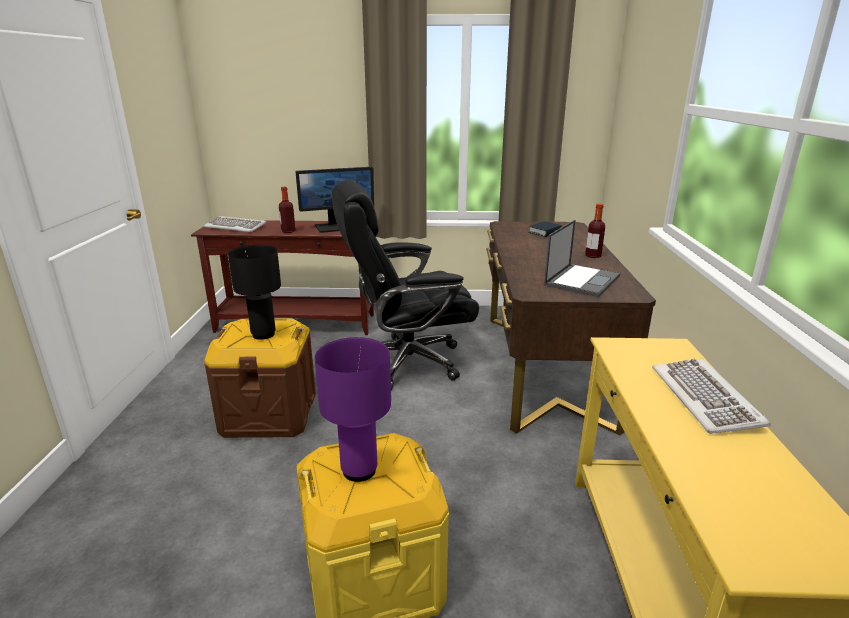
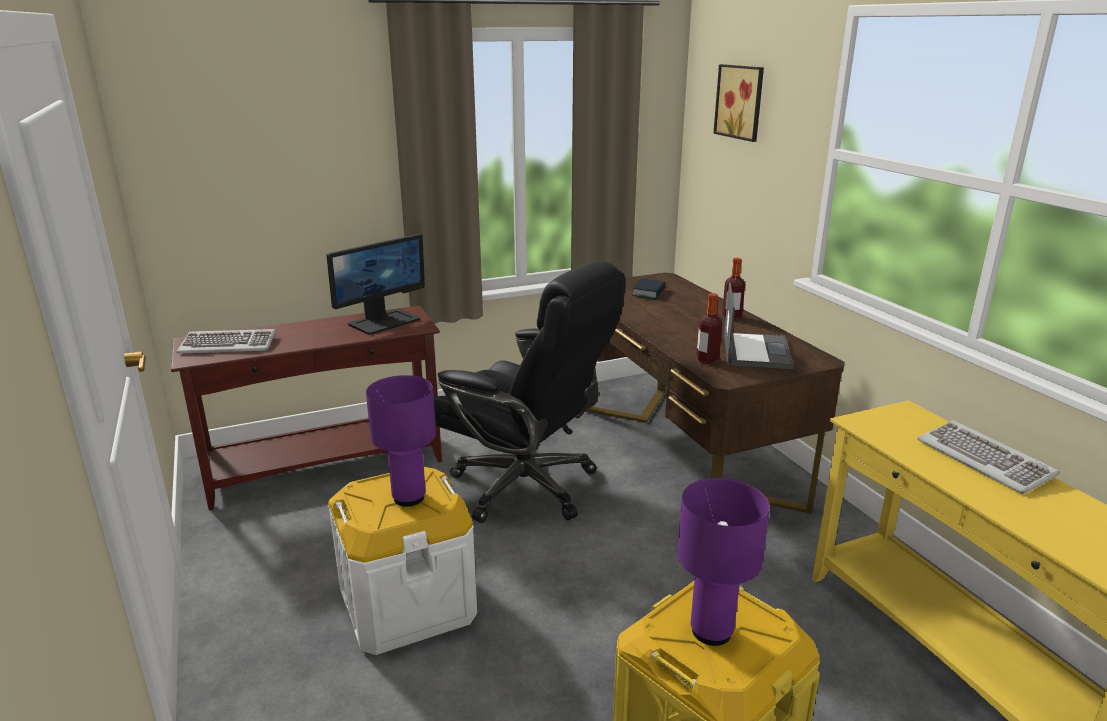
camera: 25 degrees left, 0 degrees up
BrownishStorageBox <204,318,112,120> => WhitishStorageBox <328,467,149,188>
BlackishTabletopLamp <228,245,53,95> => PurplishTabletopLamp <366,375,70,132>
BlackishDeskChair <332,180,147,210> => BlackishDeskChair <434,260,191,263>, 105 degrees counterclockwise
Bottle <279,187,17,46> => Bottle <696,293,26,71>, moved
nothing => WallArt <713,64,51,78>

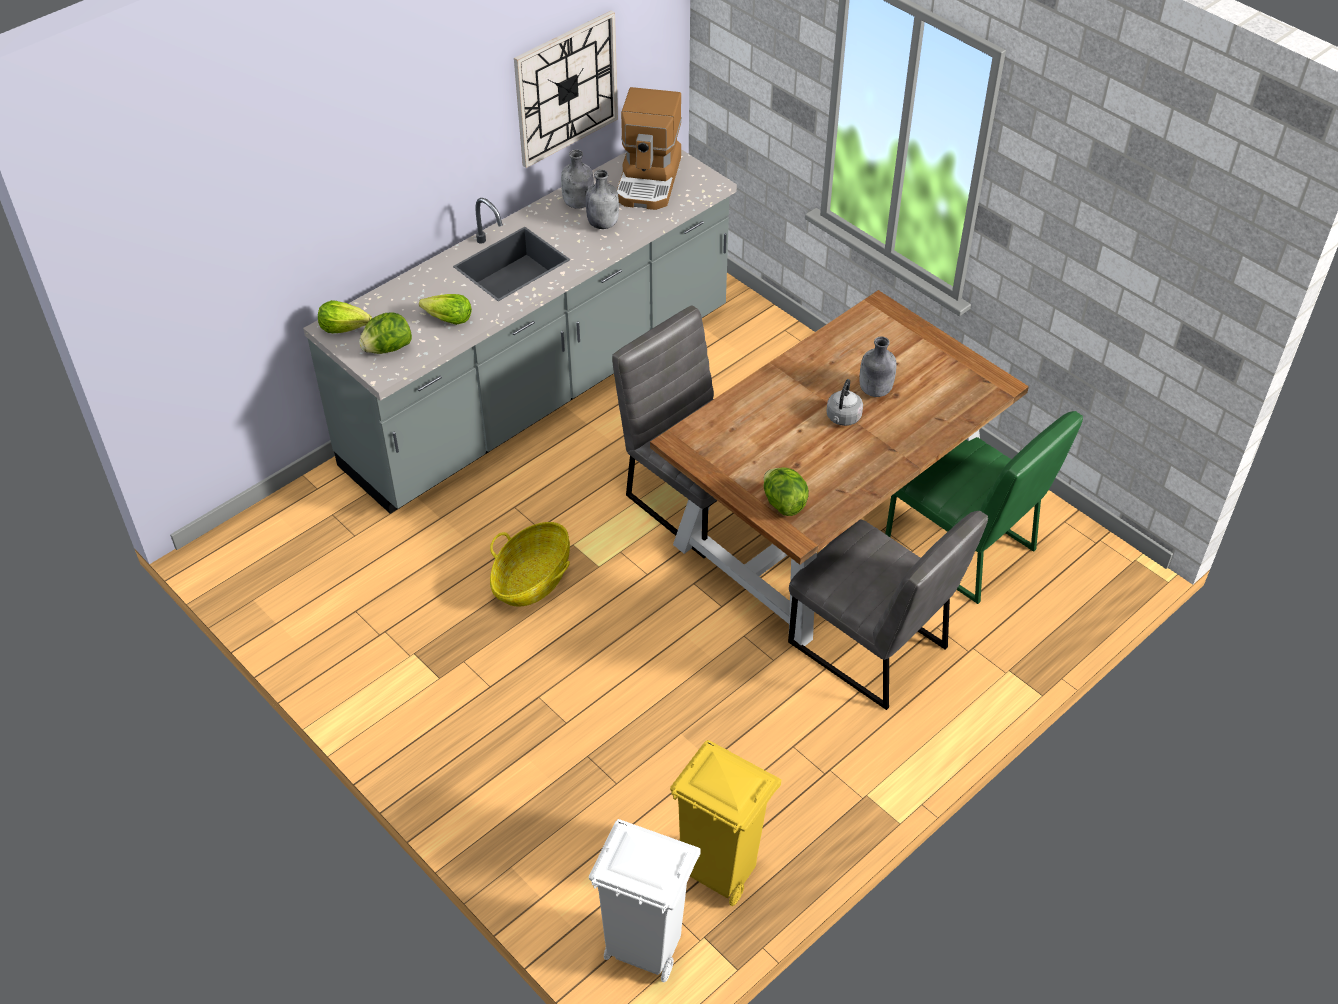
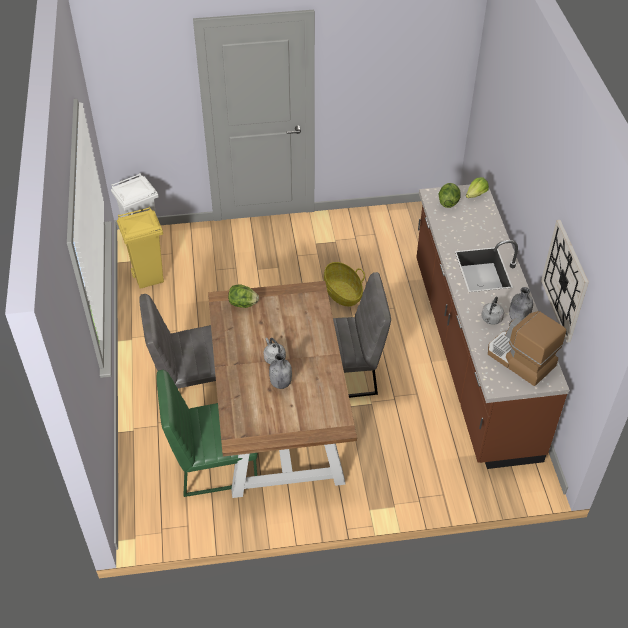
camera: 125 degrees right, 0 degrees up
GreyKitchenBaseUnit <303,149,434,365> => BrownishKitchenBaseUnit <416,184,153,285>
GreyBottle <586,170,33,59> => GreyWaterKettle <481,297,23,28>
LettuceHead <419,294,53,31> => nothing

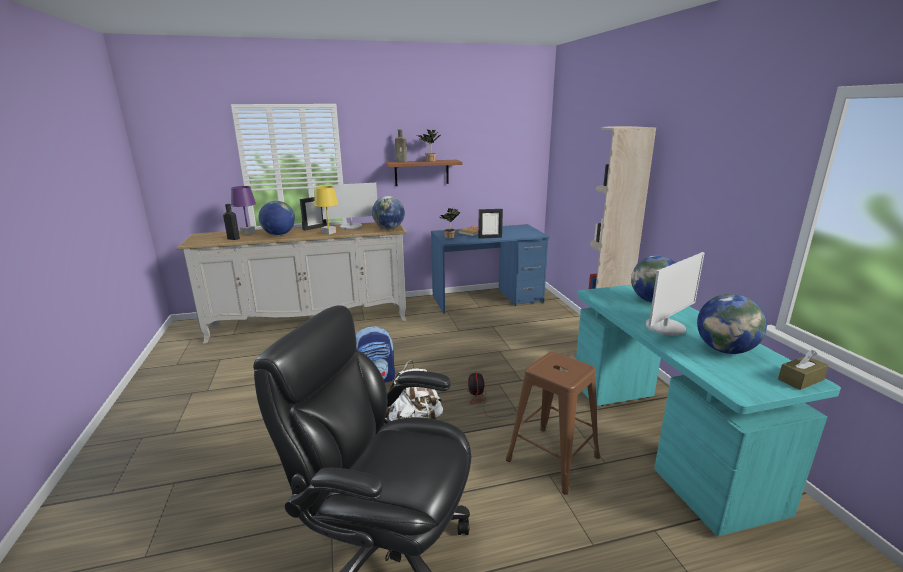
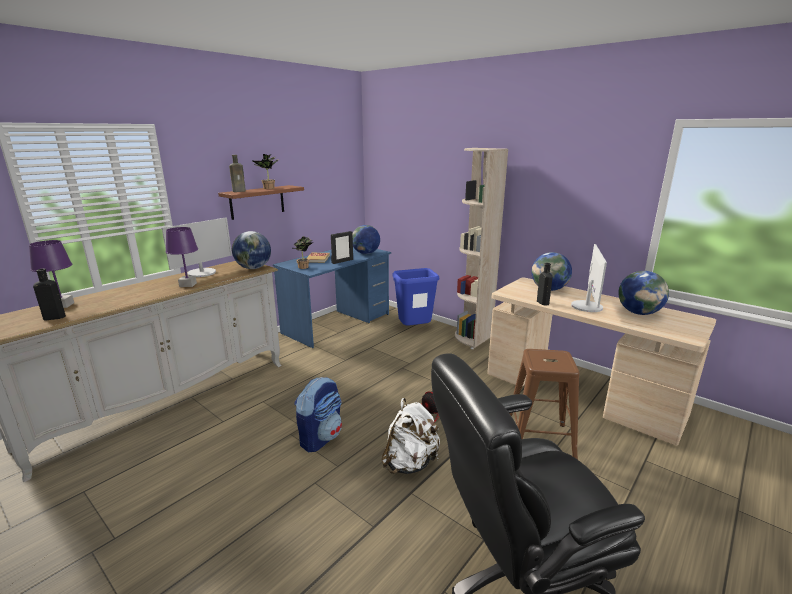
camera: 35 degrees left, 0 degrees up
YellowColouredTabletopLamp <314,186,24,49> => PurplishTabletopLamp <166,227,32,60>
Globe <258,201,37,34> => Globe <352,225,28,29>, moved
nothing => BlueTrashCan <392,268,47,58>
TurquoiseColouredDeskTable <576,285,265,251> => BeigeDeskTable <487,277,229,169>
nothing => BlackishBottle <537,263,16,43>
PictureFrame <300,197,27,34> => nothing
BrownishTissueHolder <778,350,51,40> => nothing

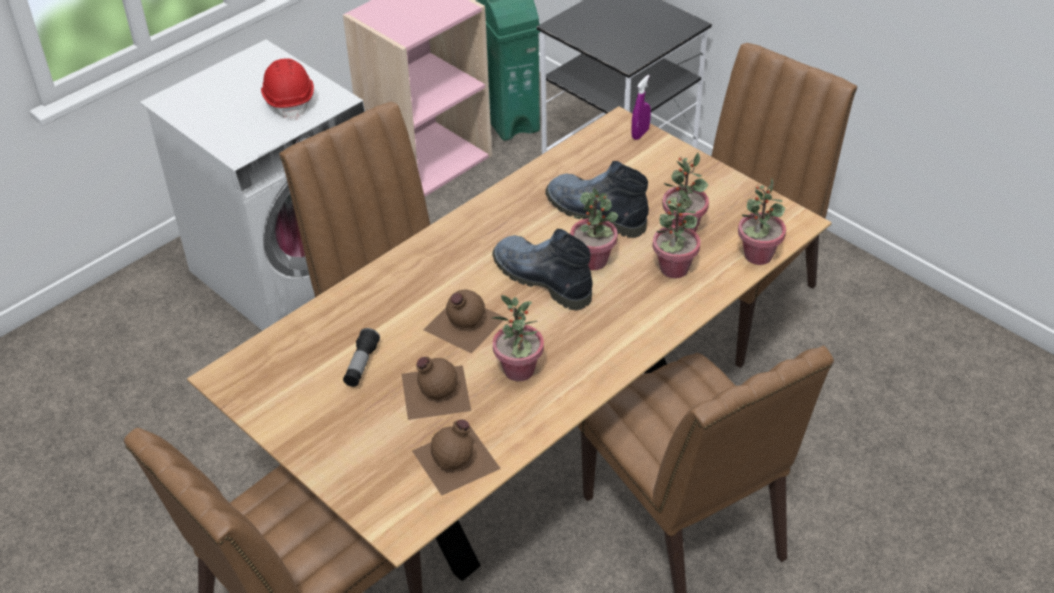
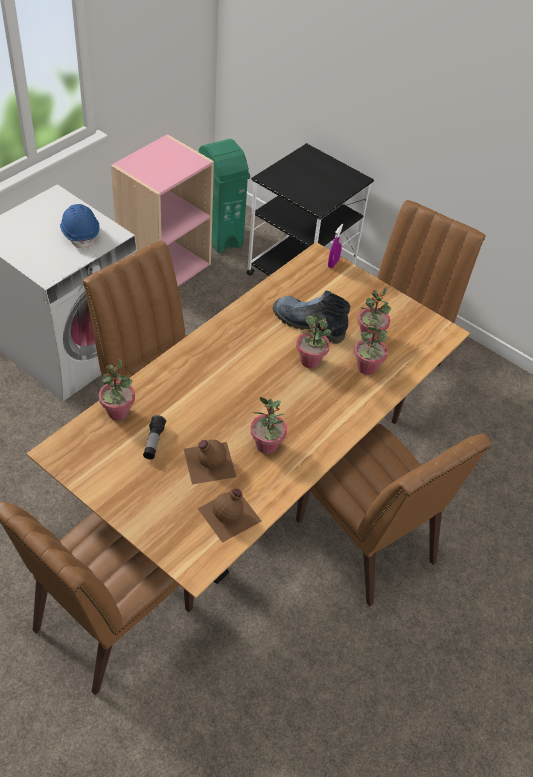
camera: 10 degrees left, 5 degrees up
RedHardHat <261,58,53,61> => BlueHardHat <60,204,40,46>
Houseplant <738,178,48,87> => Houseplant <99,359,36,62>, moved
BrownishBottle <423,289,83,65> => nothing
HighTopBoot <492,229,101,82> => nothing

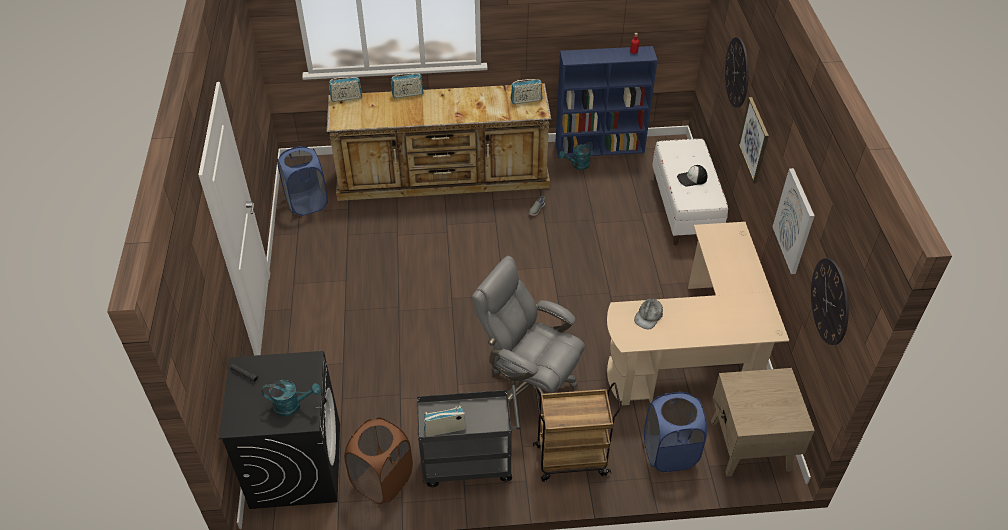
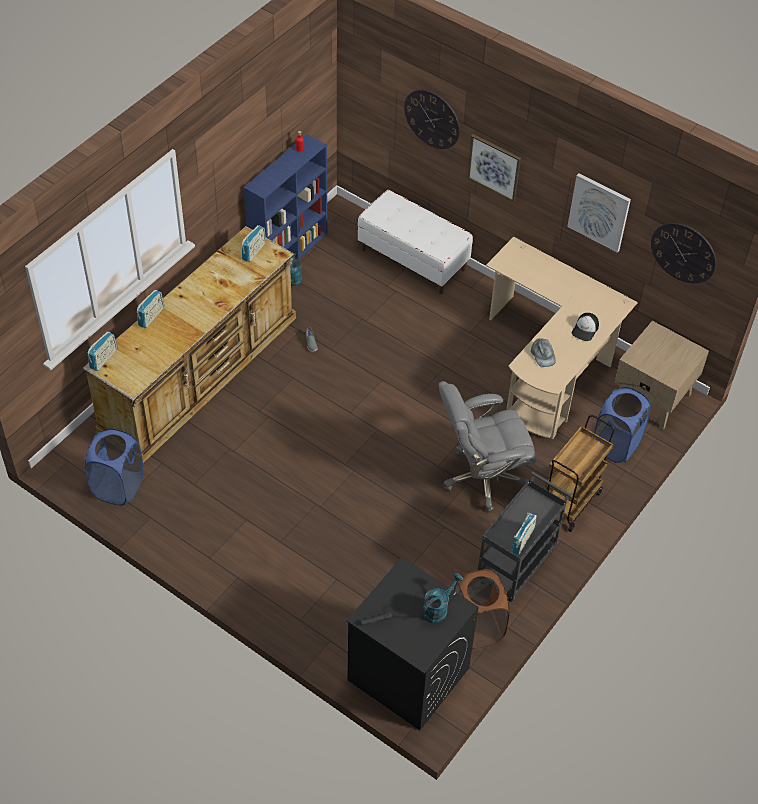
camera: 50 degrees left, 5 degrees up
Cap <677,165,30,22> => Cap <572,313,27,28>, moved

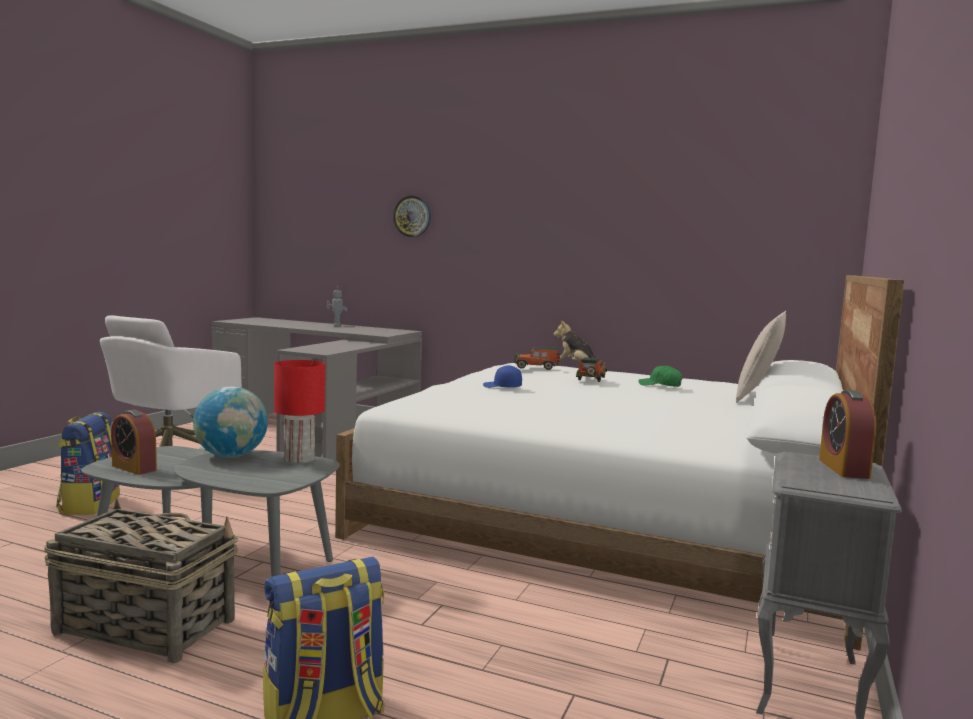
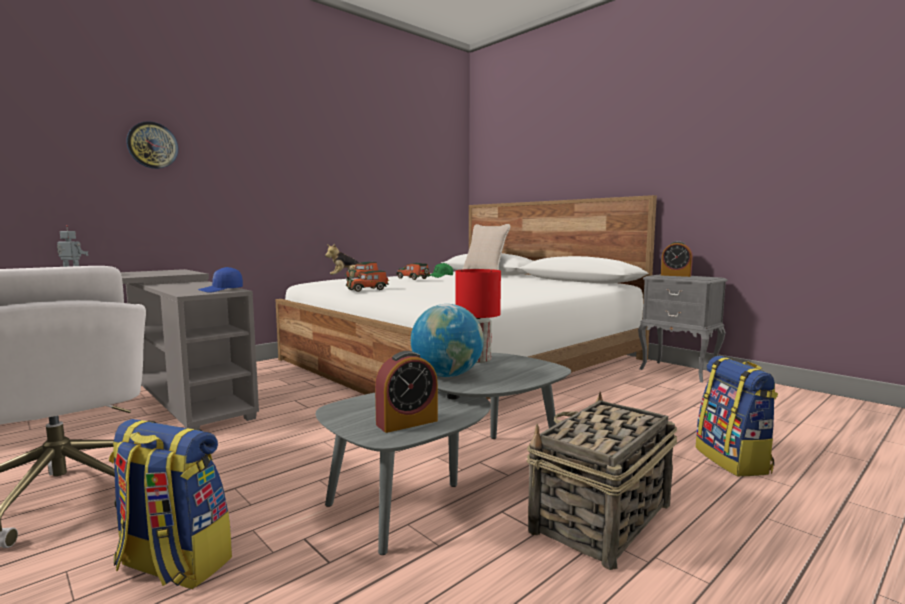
camera: 65 degrees left, 0 degrees up
BlueCap <483,365,39,23> => BlueCap <198,267,45,25>, moved
nothing => ToyCar <346,271,43,21>

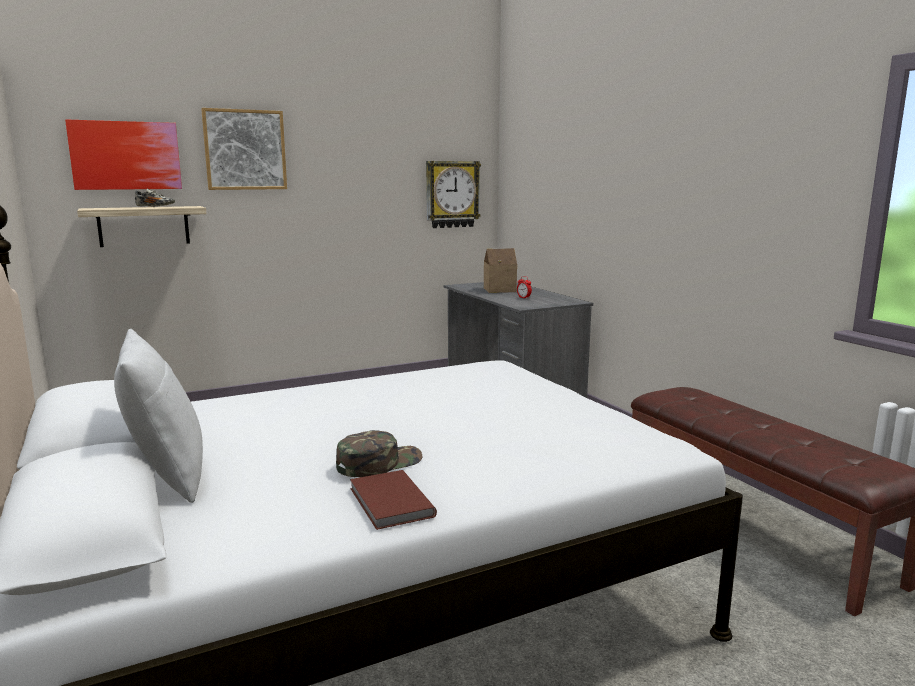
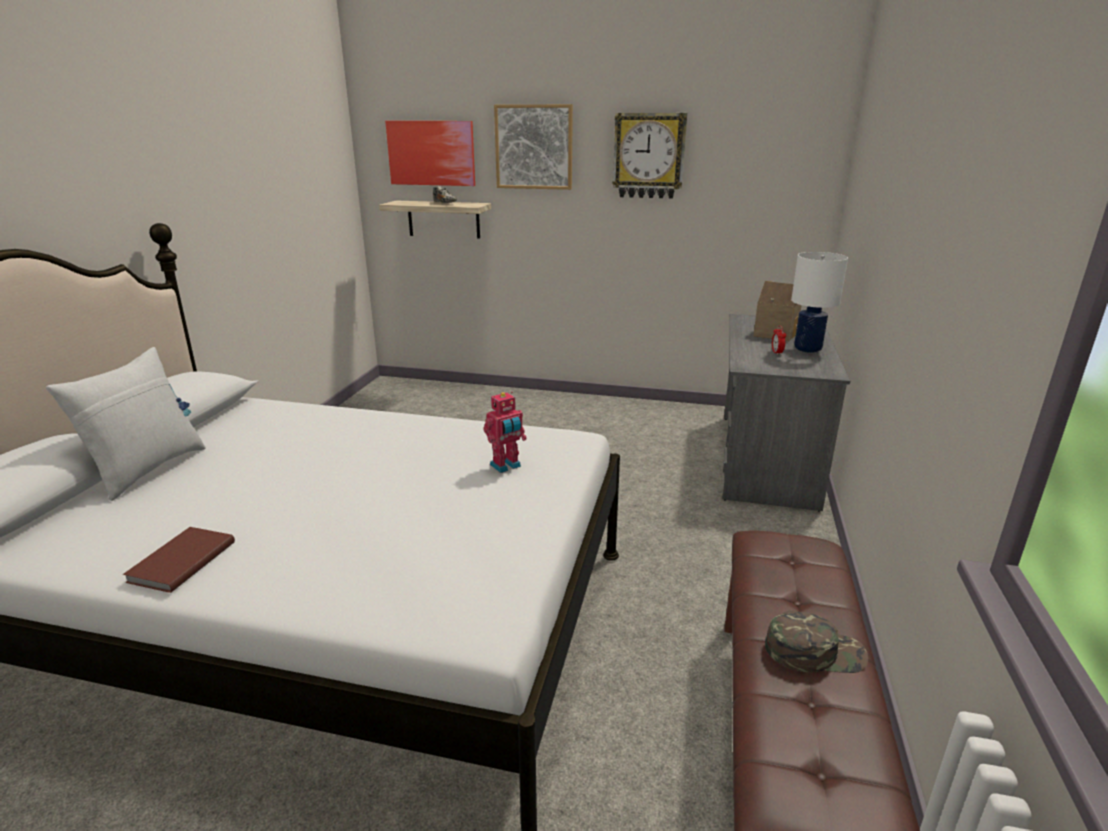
camera: 40 degrees right, 10 degrees up
nothing => ModelRobot <483,392,44,81>
ClockOnTheWall <426,161,55,67> => ClockOnTheWall <612,113,75,86>, moved
GreenishCap <336,430,87,47> => GreenishCap <765,611,103,62>, moved
nothing => WhitishTabletopLamp <791,252,57,101>

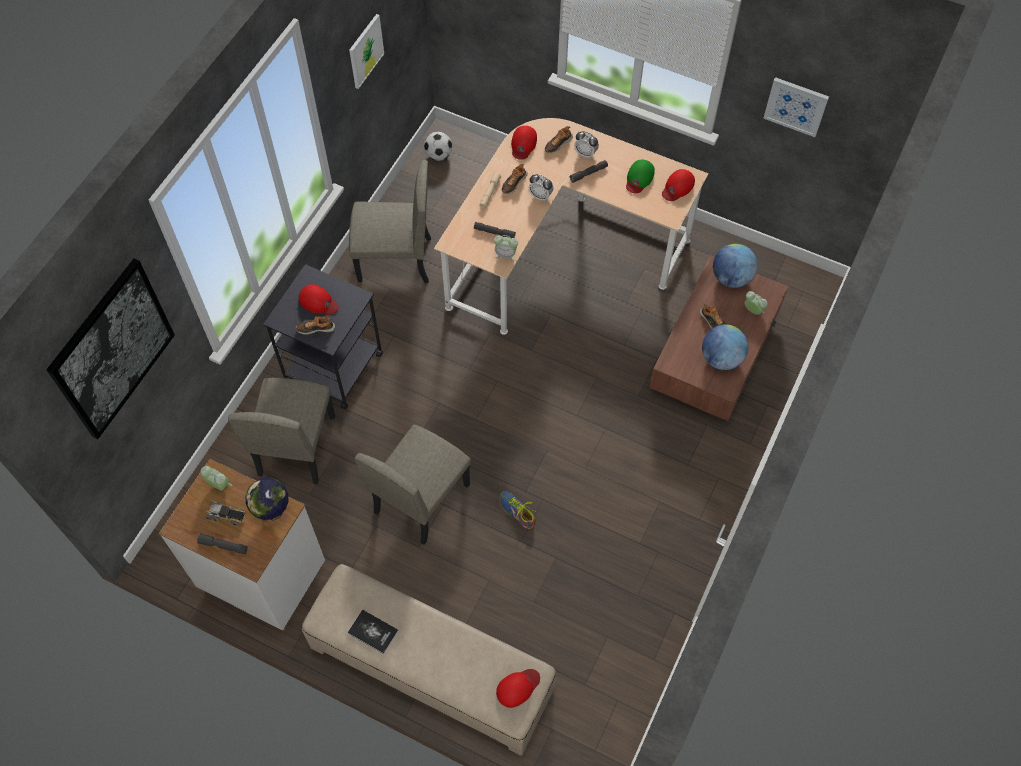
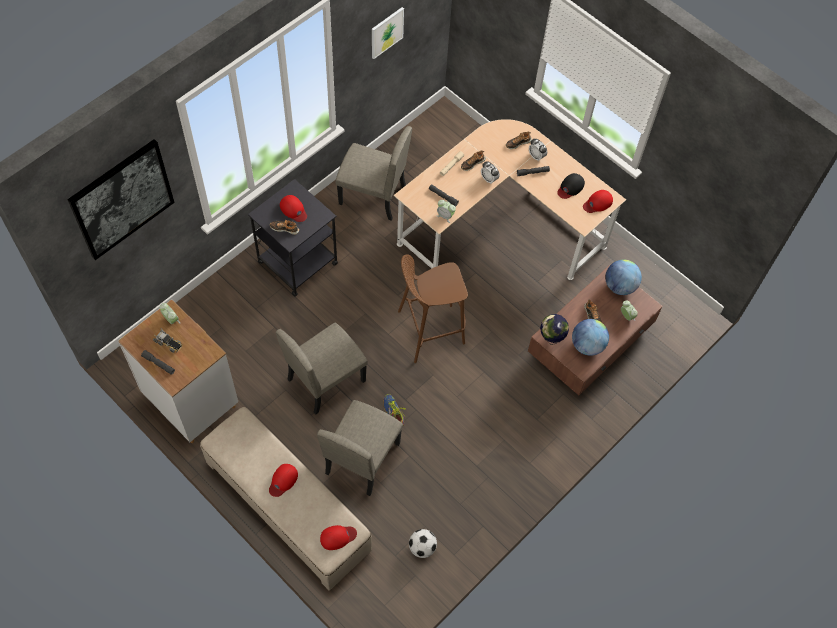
camera: 15 degrees right, 0 degrees up
RedCap <511,126,26,34> => RedCap <269,464,29,33>, moved
BeigePlainChair <228,378,107,106> => BeigePlainChair <317,400,86,96>, moved
nothing => BrownishStool <398,254,70,109>
Football <424,132,28,29> => Football <409,529,28,29>, moved
Globe <246,478,43,43> => Globe <540,314,29,31>, moved
GreenishCap <626,160,29,33> => BlackishCap <557,173,28,26>
Volume <347,610,52,44> => nothing
WallArt <763,77,66,60> => nothing

